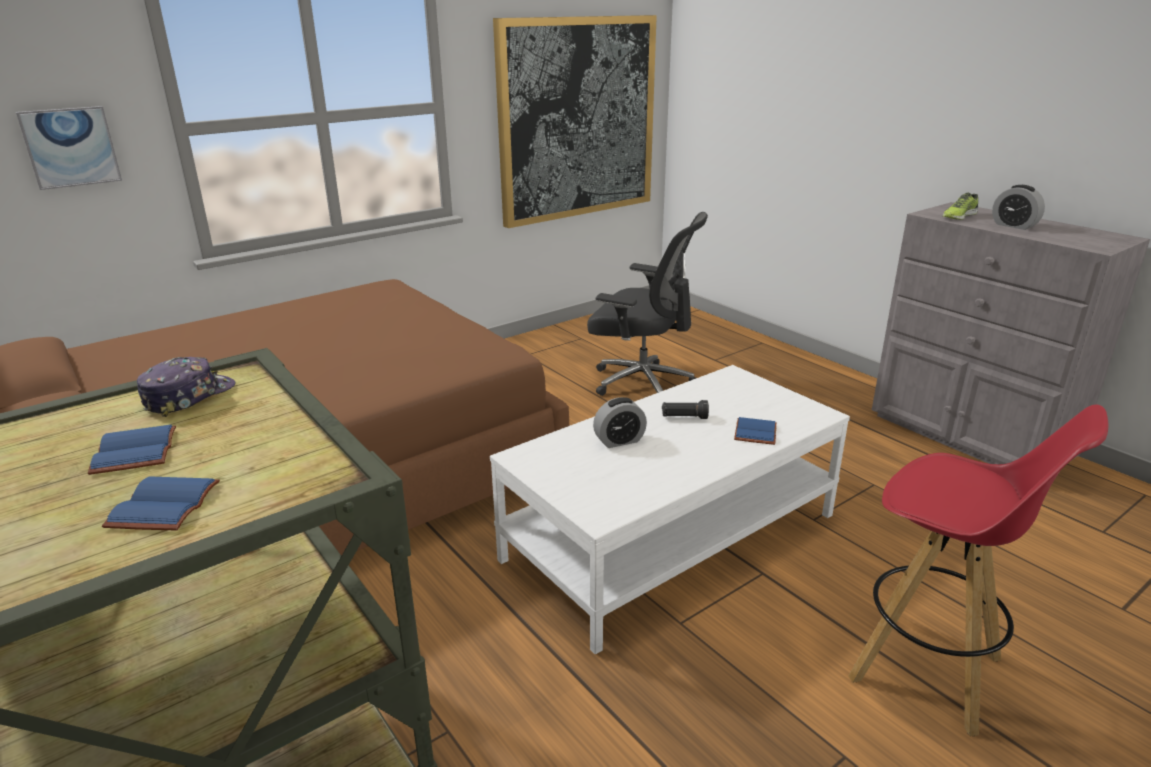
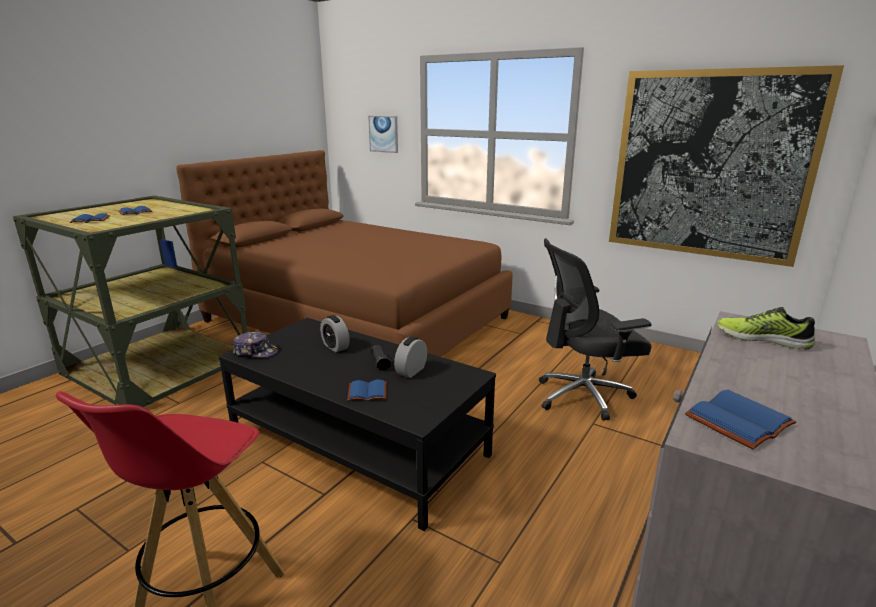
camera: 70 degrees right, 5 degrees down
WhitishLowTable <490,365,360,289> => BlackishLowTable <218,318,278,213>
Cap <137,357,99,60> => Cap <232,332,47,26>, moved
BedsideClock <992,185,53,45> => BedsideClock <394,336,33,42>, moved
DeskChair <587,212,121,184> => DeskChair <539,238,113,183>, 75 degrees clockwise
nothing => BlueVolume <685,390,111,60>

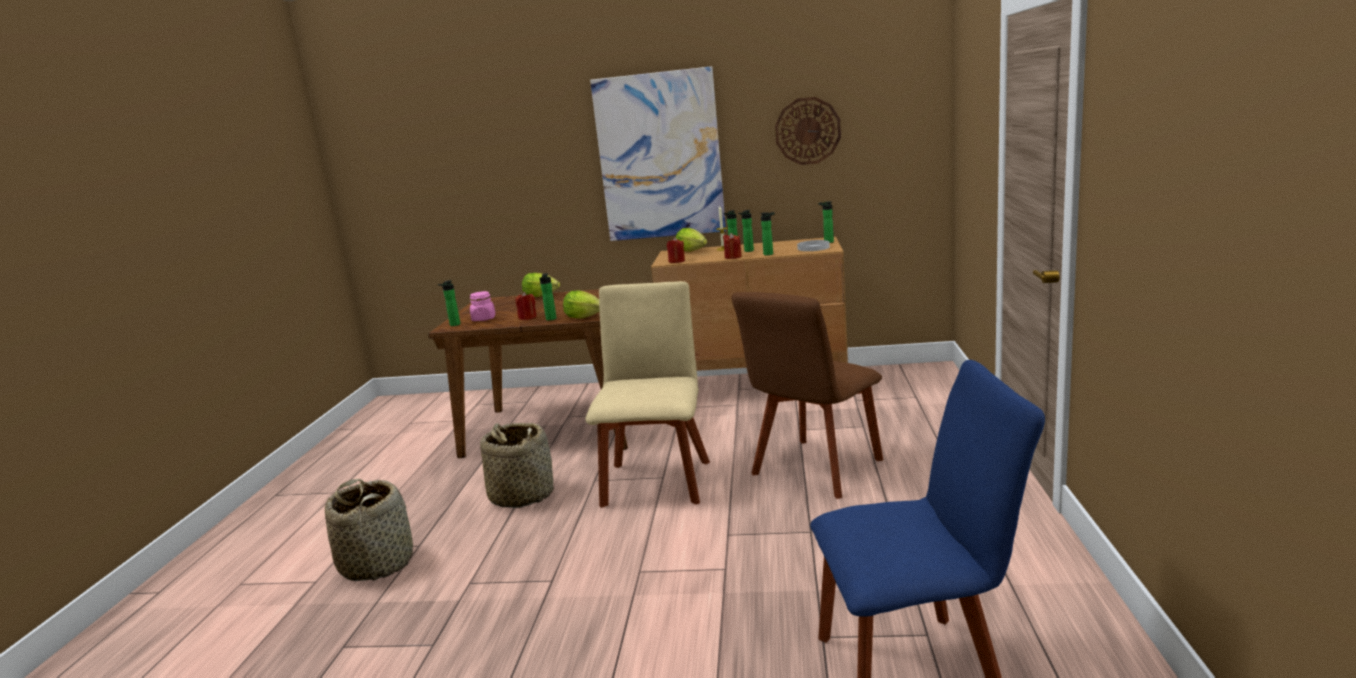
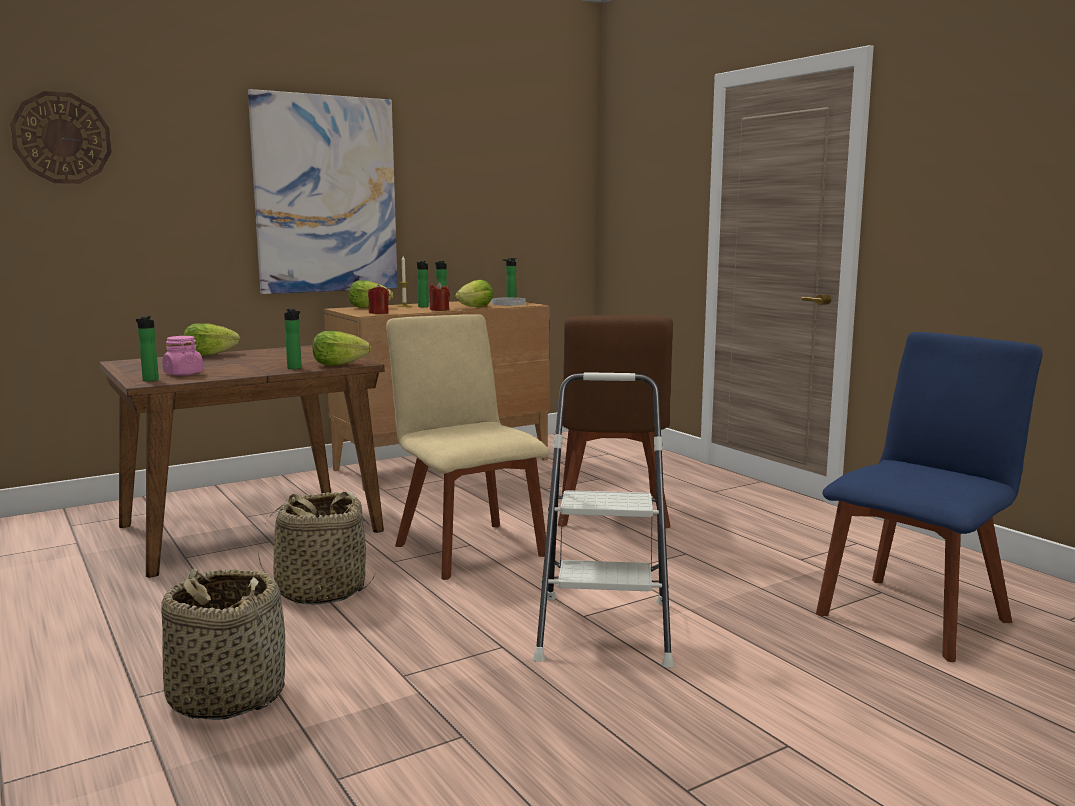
camera: 40 degrees left, 5 degrees down
ClockOnTheWall <775,97,66,68> => ClockOnTheWall <10,91,102,93>, moved
Bottle <760,212,15,43> => LettuceHead <455,280,38,27>
nothing => WhitishStepLadder <533,372,142,296>
RedCandle <515,292,22,28> => nothing

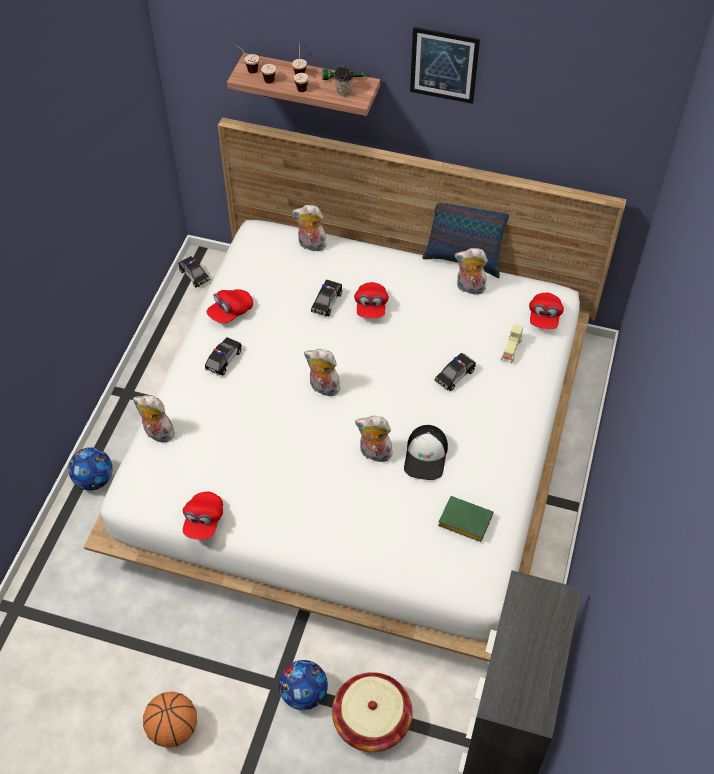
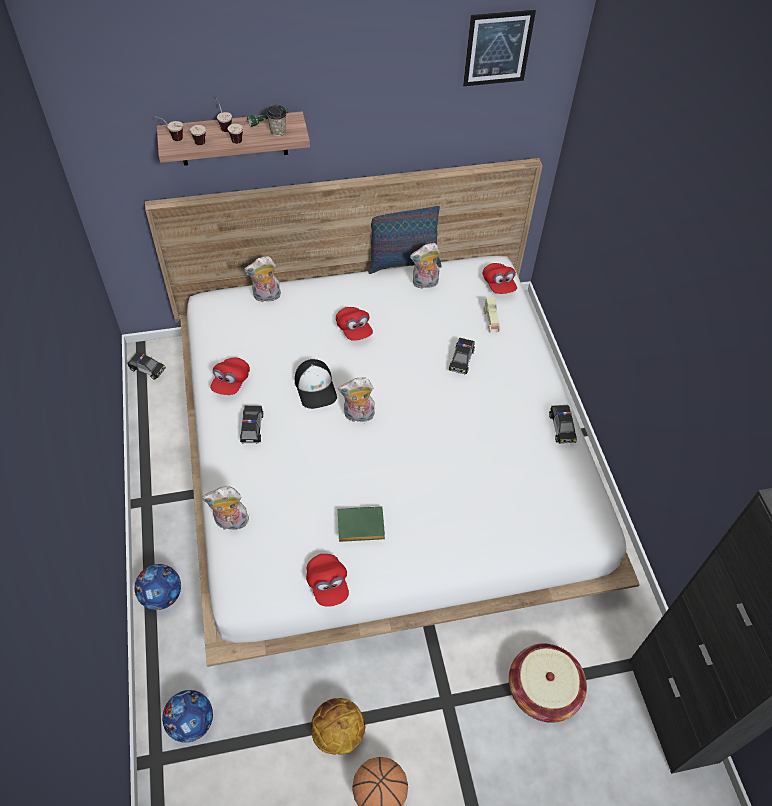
camera: 30 degrees left, 0 degrees up
Football <279,660,49,50> => Football <162,690,51,53>, moved
Cap <404,425,44,55> => Cap <295,359,42,50>, moved
nothing => Basketball <311,698,54,57>
GreenishVolume <438,496,55,46> => GreenishVolume <338,506,47,36>, moved
WallArt <410,27,70,77> => WallArt <463,10,73,76>, moved
ToyCar <311,280,31,37> => ToyCar <549,405,28,39>, moved
CuddlyToy <355,416,38,46> => nothing

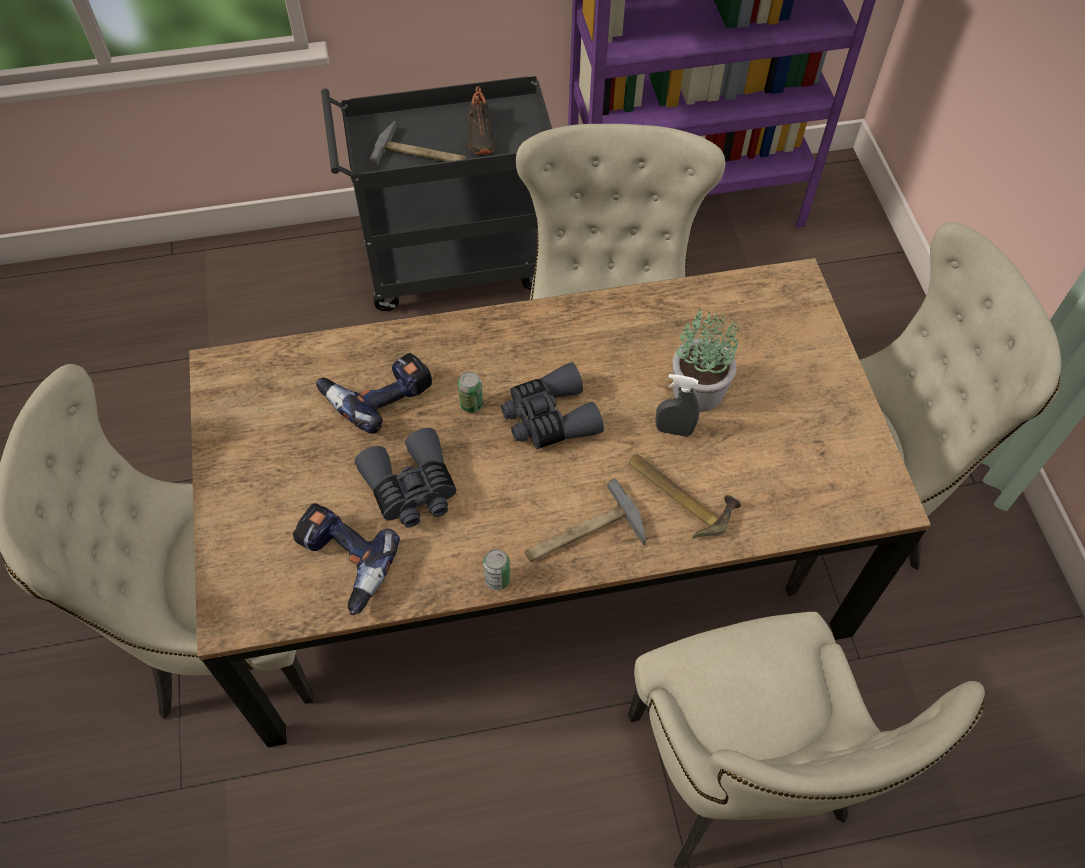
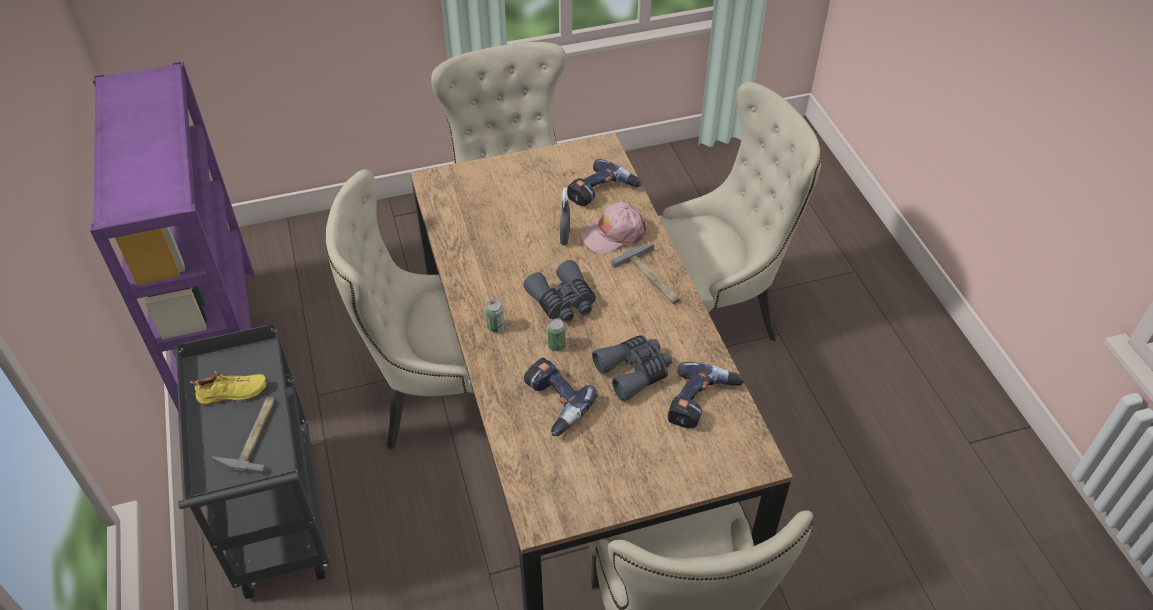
camera: 95 degrees left, 10 degrees down
BlackishItemOfFootwear <467,86,28,68> => YellowColouredItemOfFootwear <190,371,78,34>
Can <483,549,27,41> => Can <486,300,19,33>, moved
nothing => PowerDrill <567,159,75,47>
ToolHammer <629,454,112,85> => PinkishCap <580,202,68,52>
Houseplant <673,309,66,103> => nothing

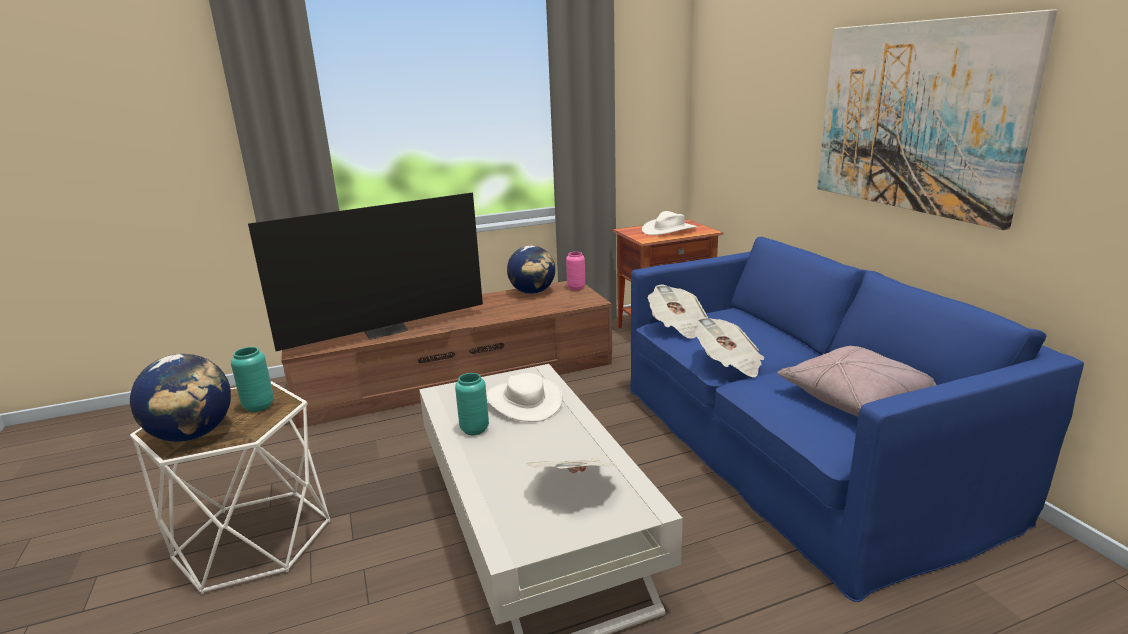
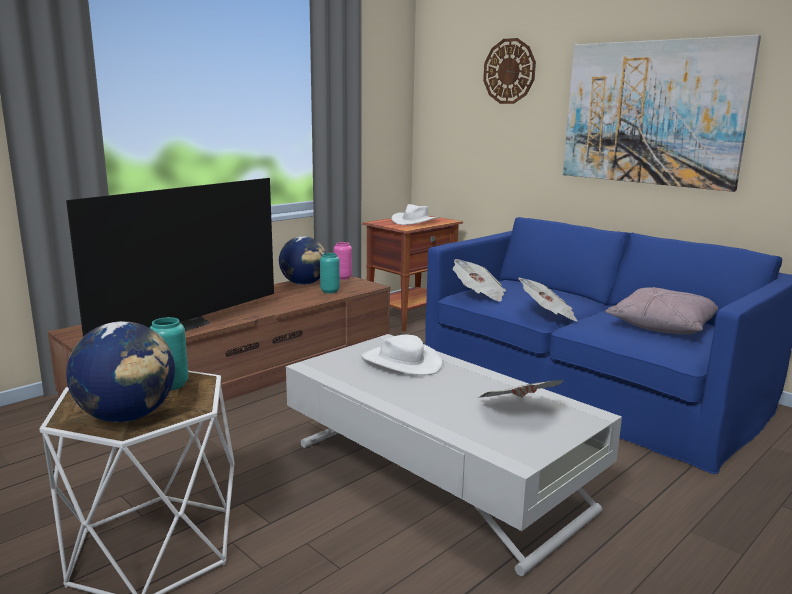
camera: 25 degrees left, 5 degrees down
TurquoiseColouredDecorativeVase <455,373,34,62> => TurquoiseColouredDecorativeVase <320,253,20,41>, moved
nothing => ClockOnTheWall <483,38,53,66>

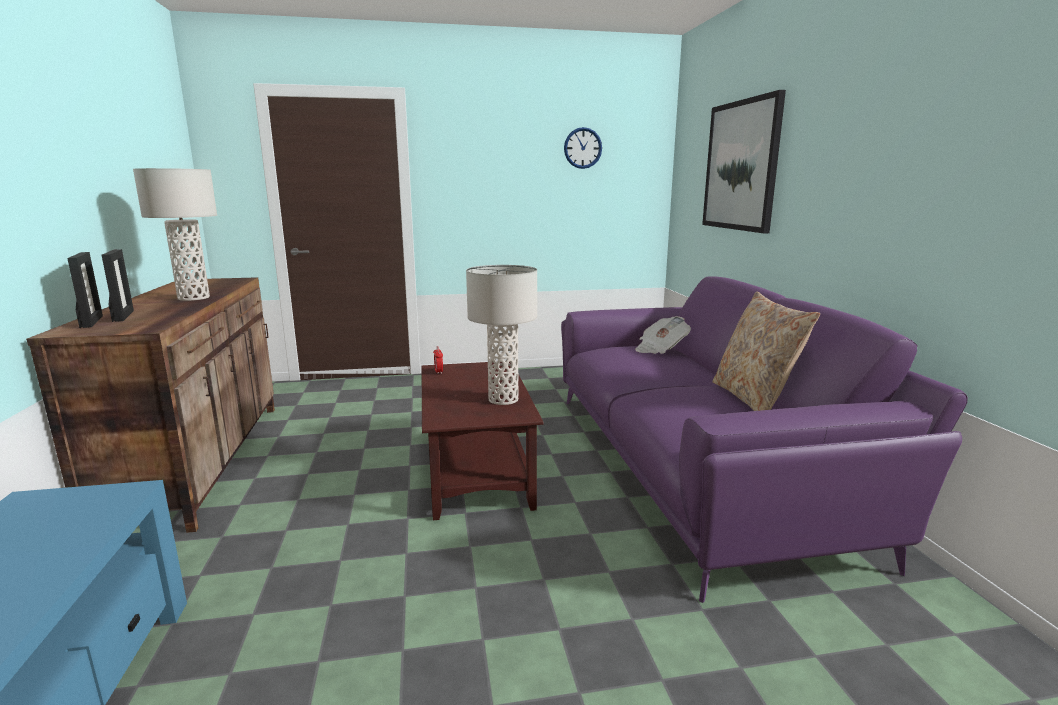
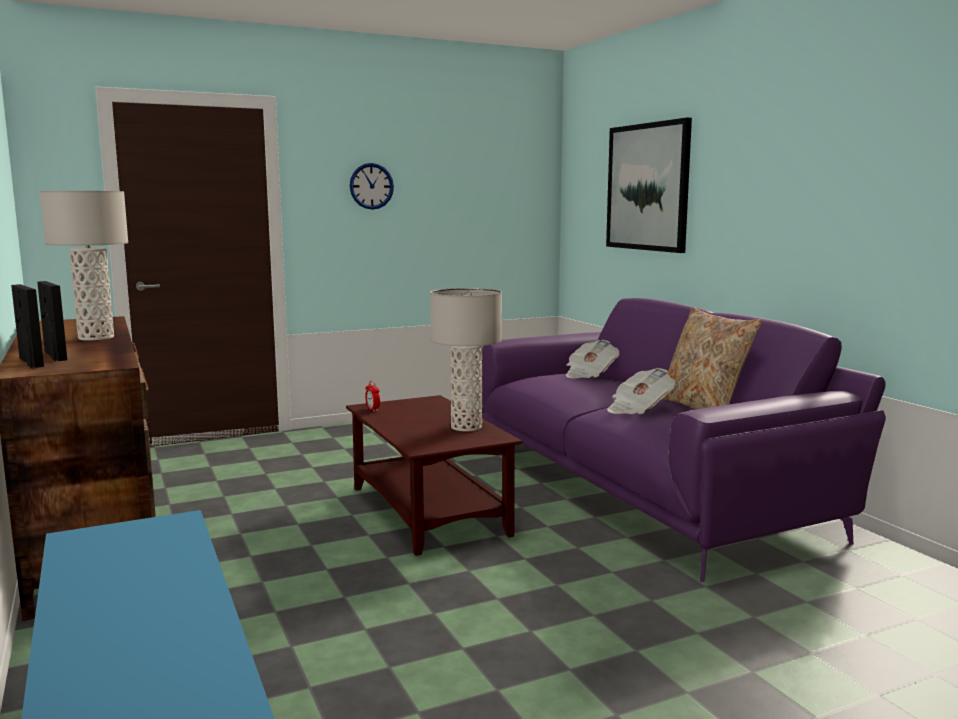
camera: 15 degrees left, 5 degrees down
ClockOnTheWall <564,127,38,42> => ClockOnTheWall <350,163,44,47>, moved
nothing => DailyPaper <607,368,68,46>

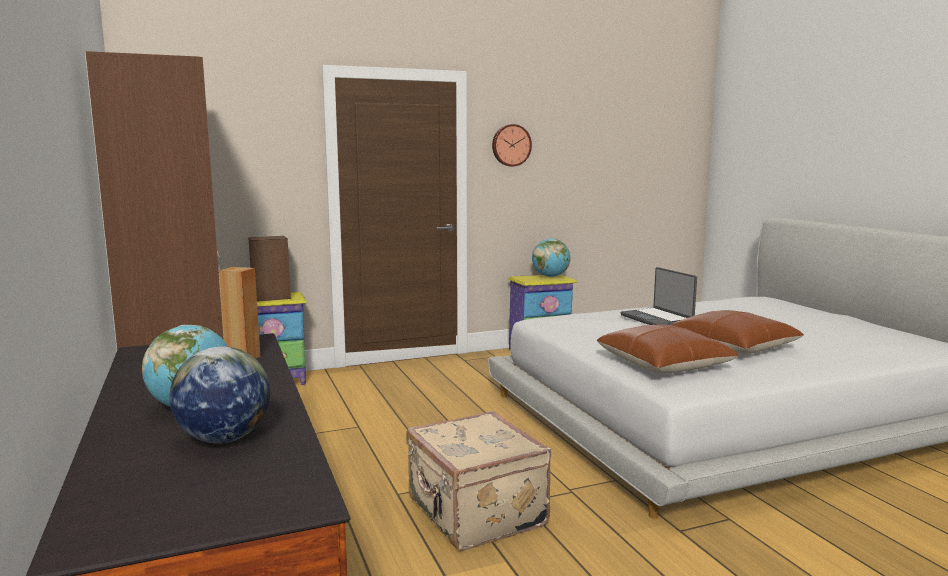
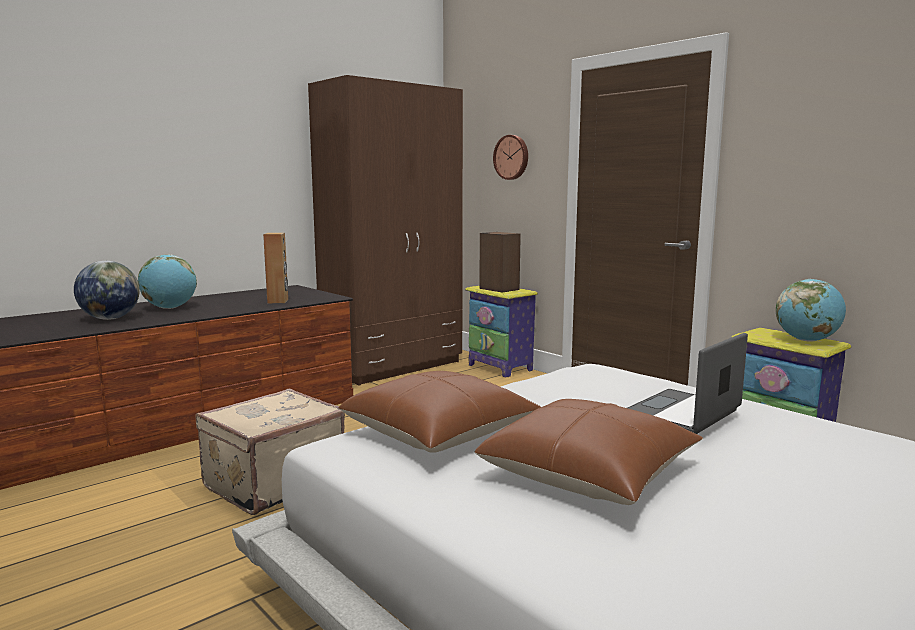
camera: 70 degrees right, 0 degrees up
ClockOnTheWall <492,124,40,43> => ClockOnTheWall <493,135,35,45>, moved

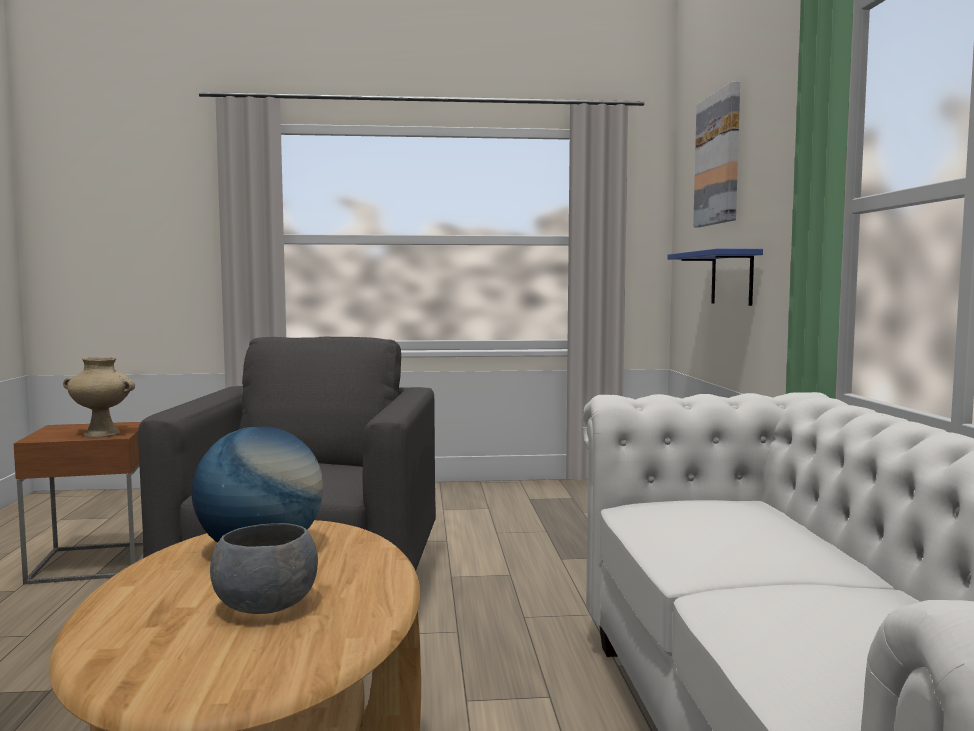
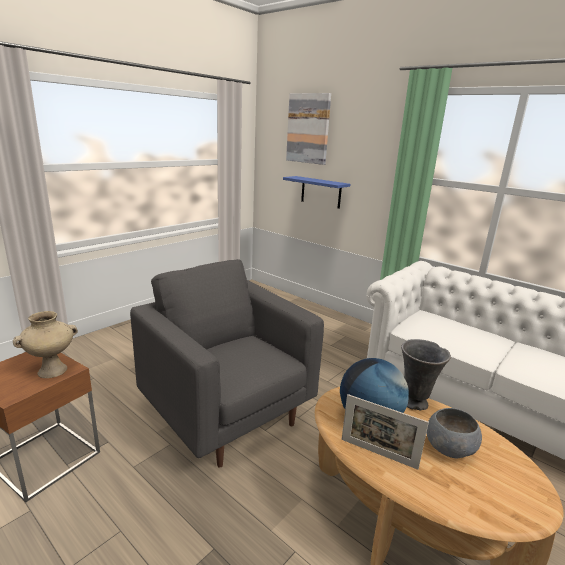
camera: 45 degrees left, 15 degrees up
nothing => PictureFrame <342,394,87,76>
nothing => GreyDecorativeVase <401,339,50,72>

